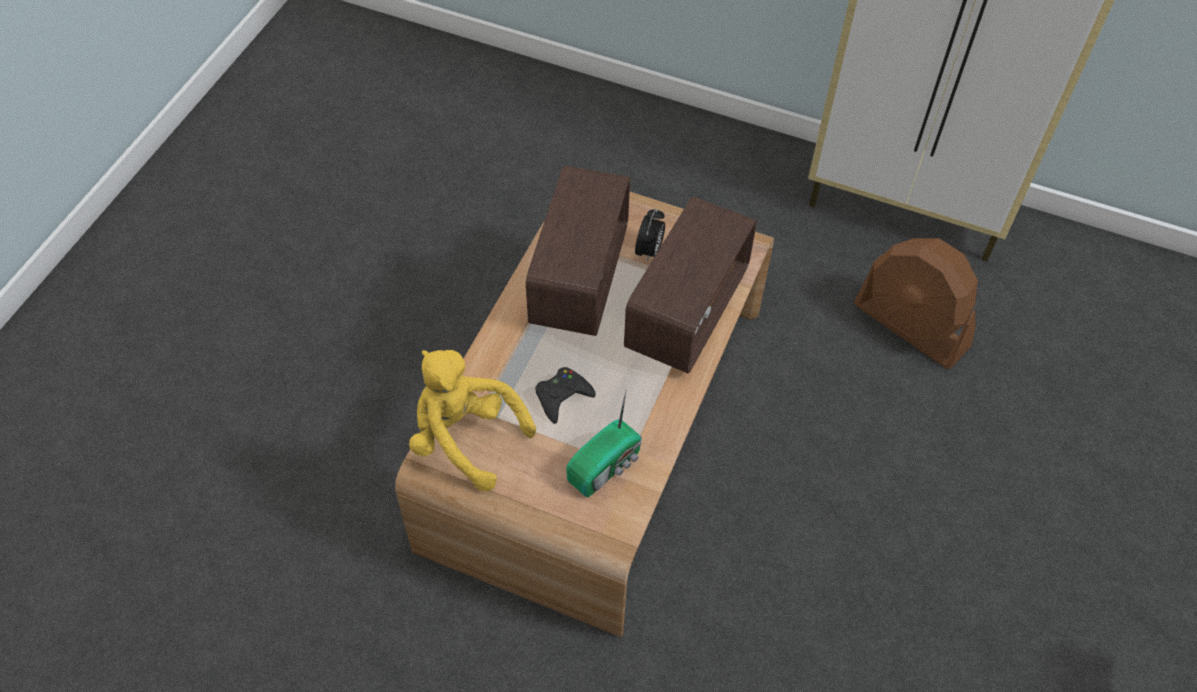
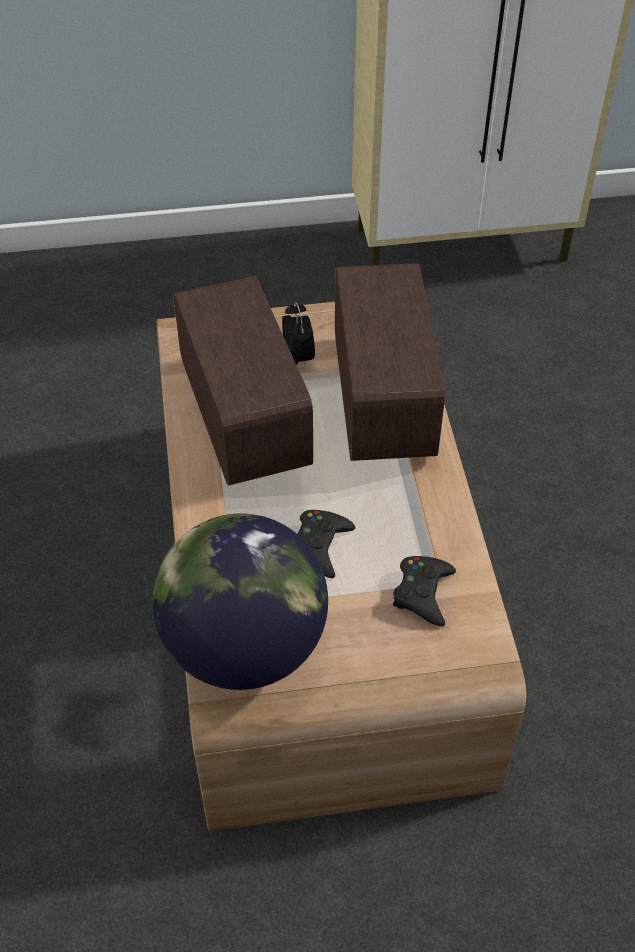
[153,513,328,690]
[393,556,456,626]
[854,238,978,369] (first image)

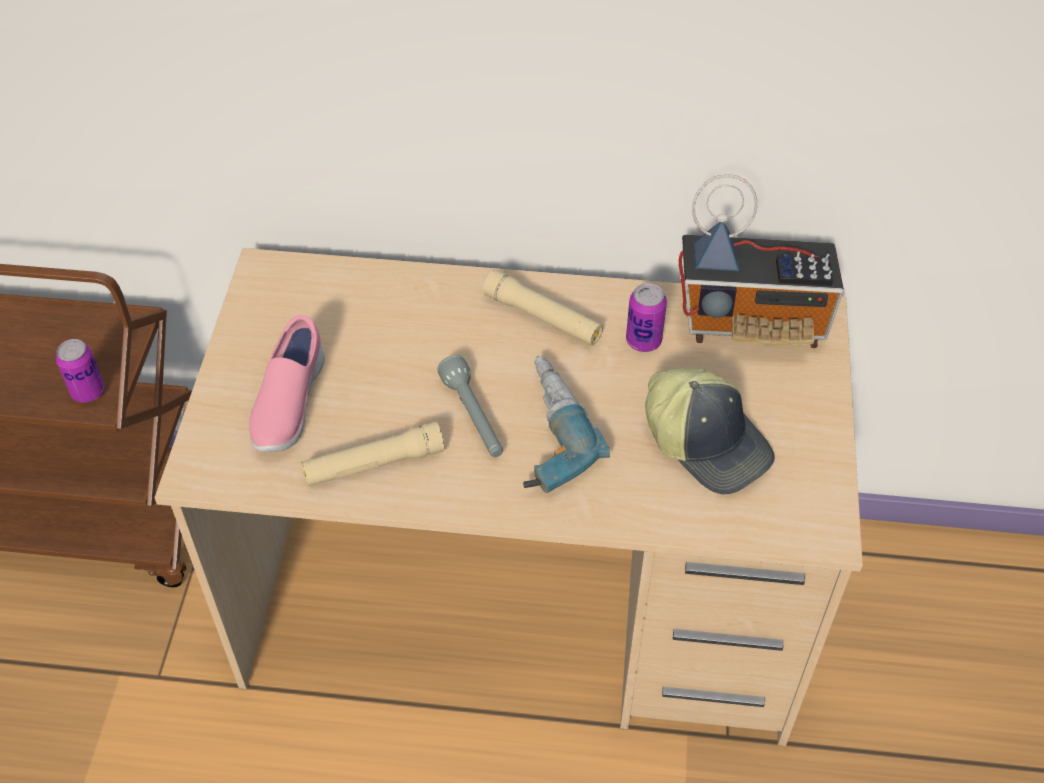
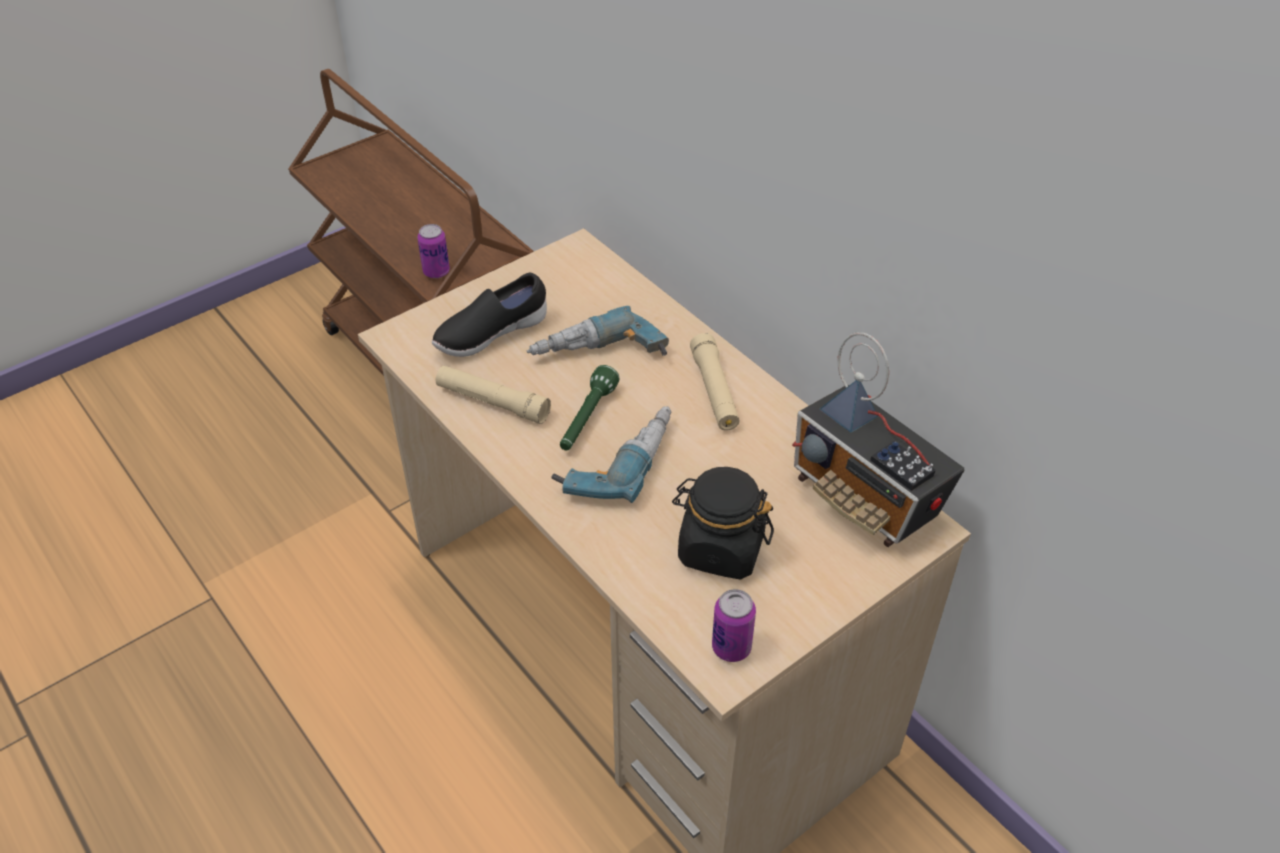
[432,273,547,357]
[527,306,669,356]
[560,365,619,451]
[672,467,774,580]
[712,589,756,662]

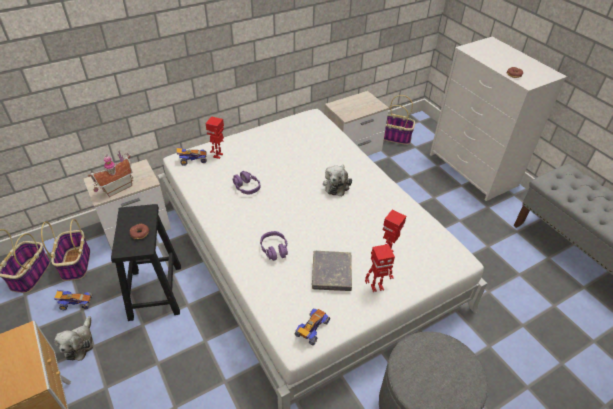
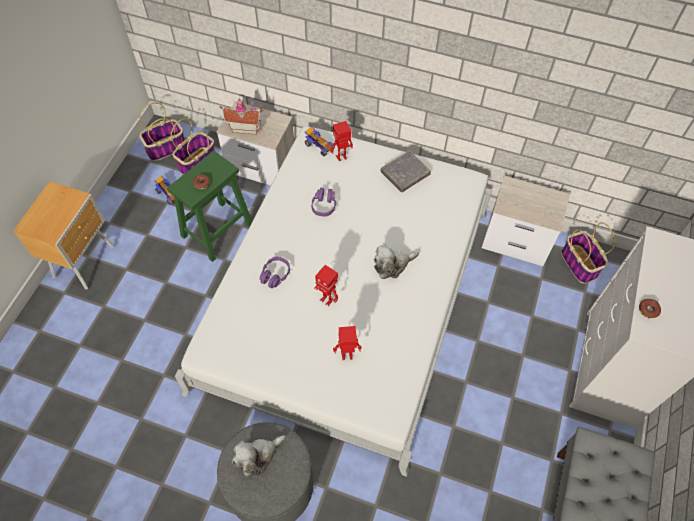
[167,151,252,262]
[232,435,286,477]
[314,265,338,306]
[380,151,431,192]
[295,308,330,345] (first image)

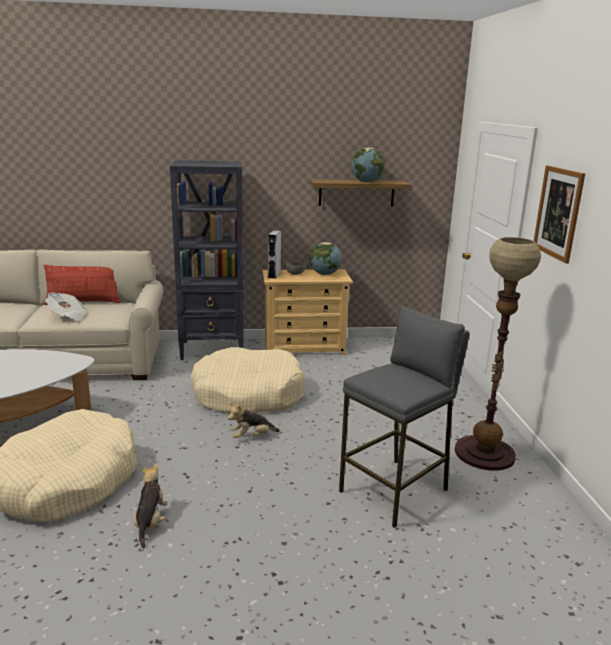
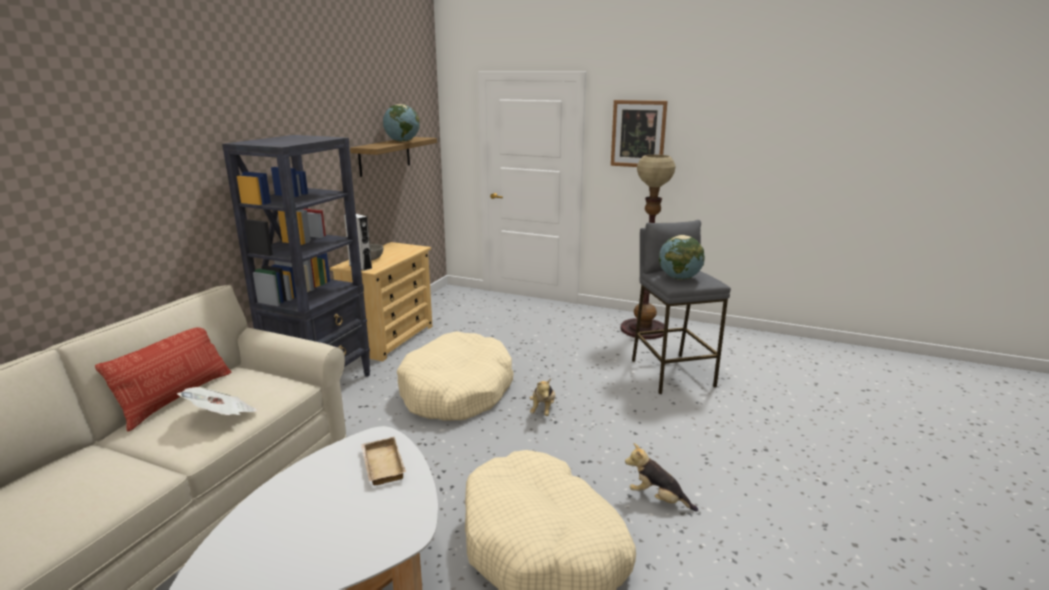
[361,437,406,485]
[659,235,705,280]

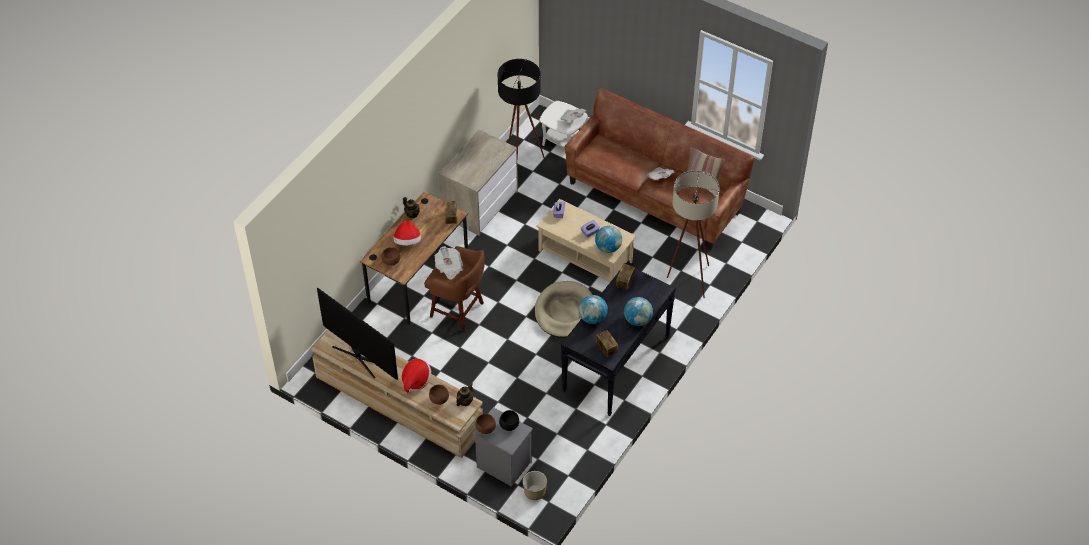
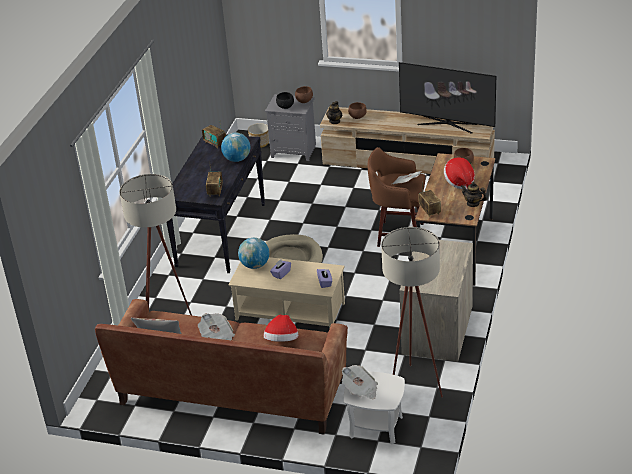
[264,315,298,342]
[381,227,443,398]
[624,297,653,326] (first image)

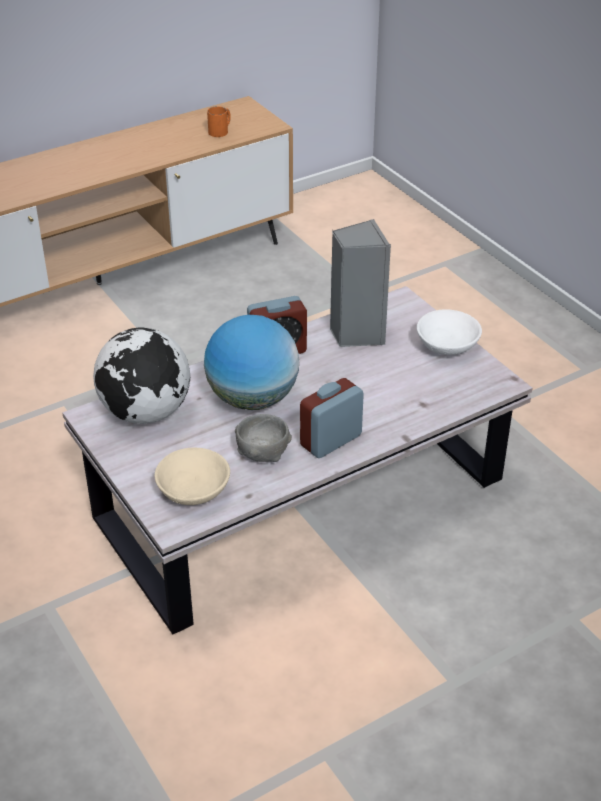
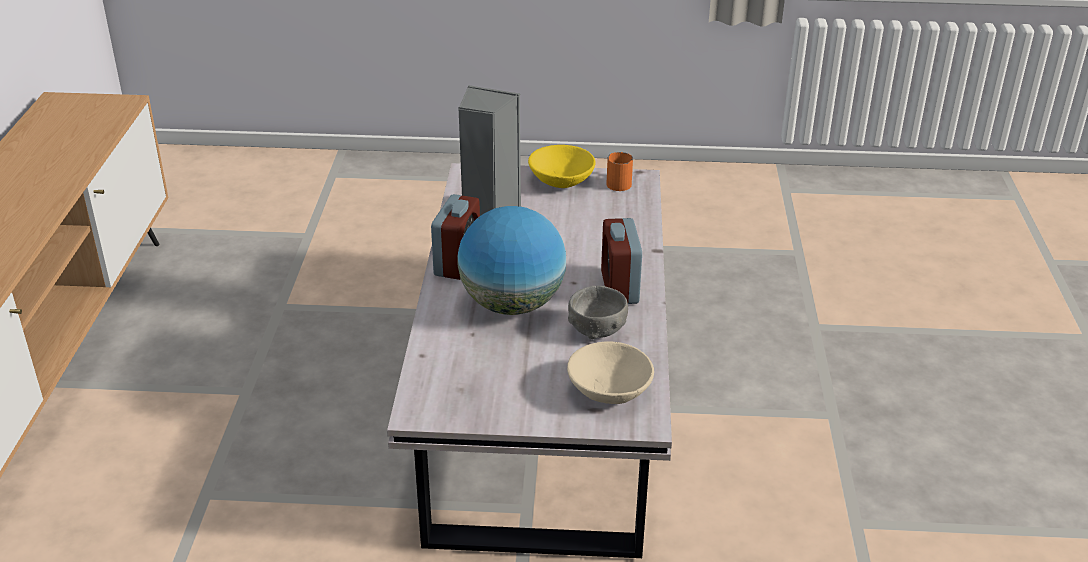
[528,145,596,188]
[607,152,633,191]
[93,328,190,424] (first image)

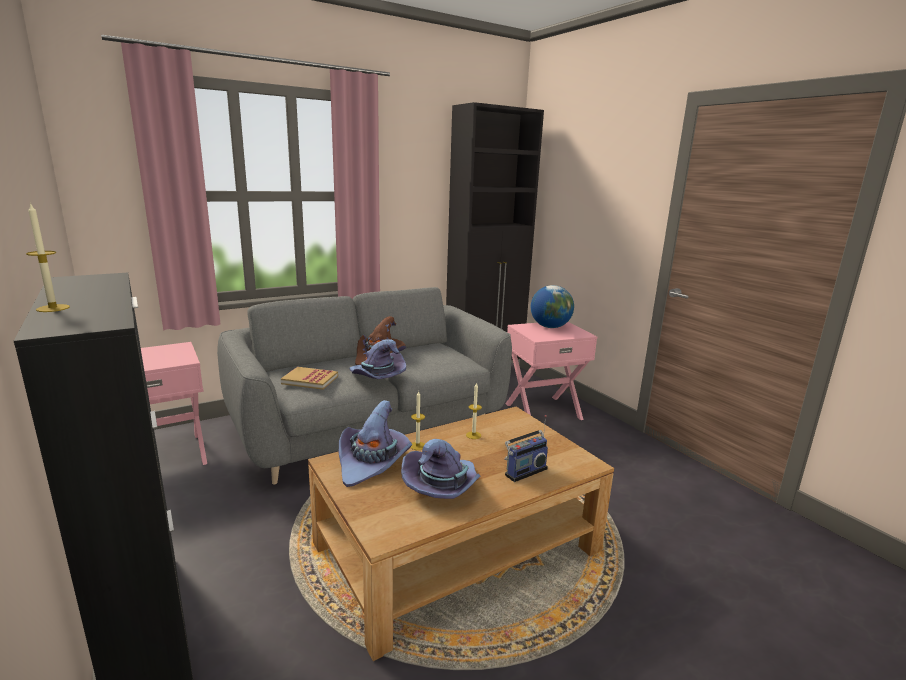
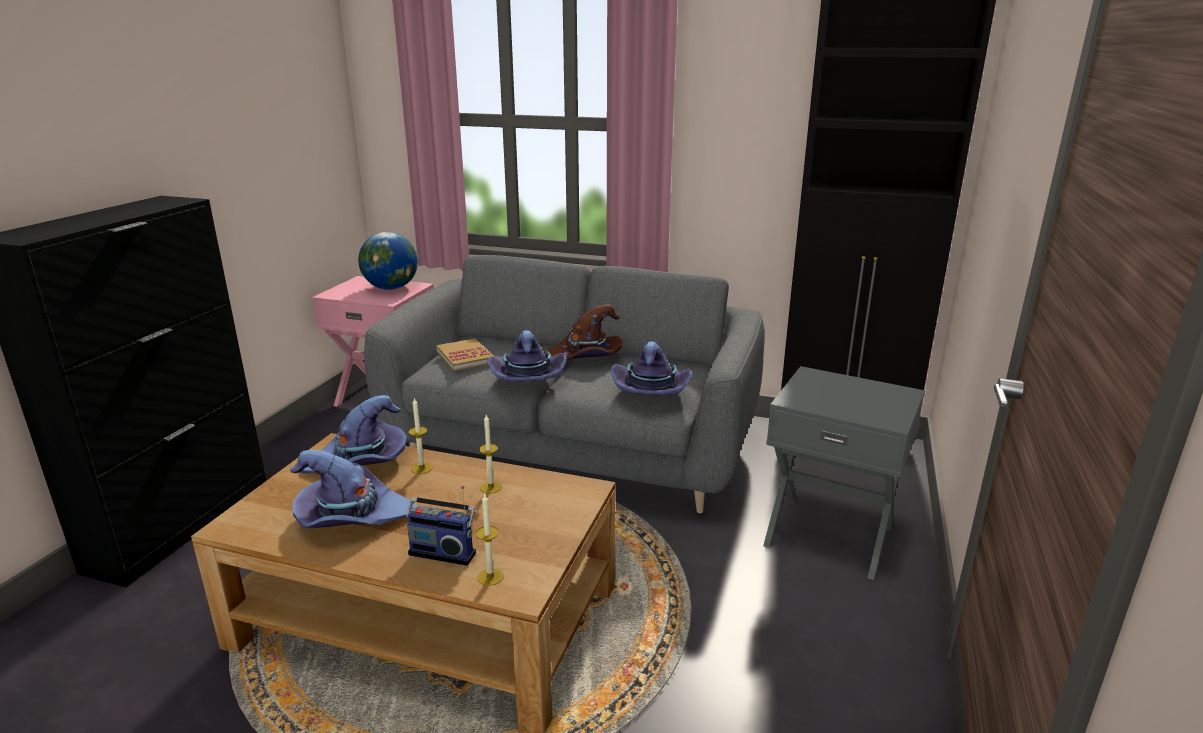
[358,232,418,290]
[476,493,504,586]
[610,341,692,395]
[763,366,925,580]

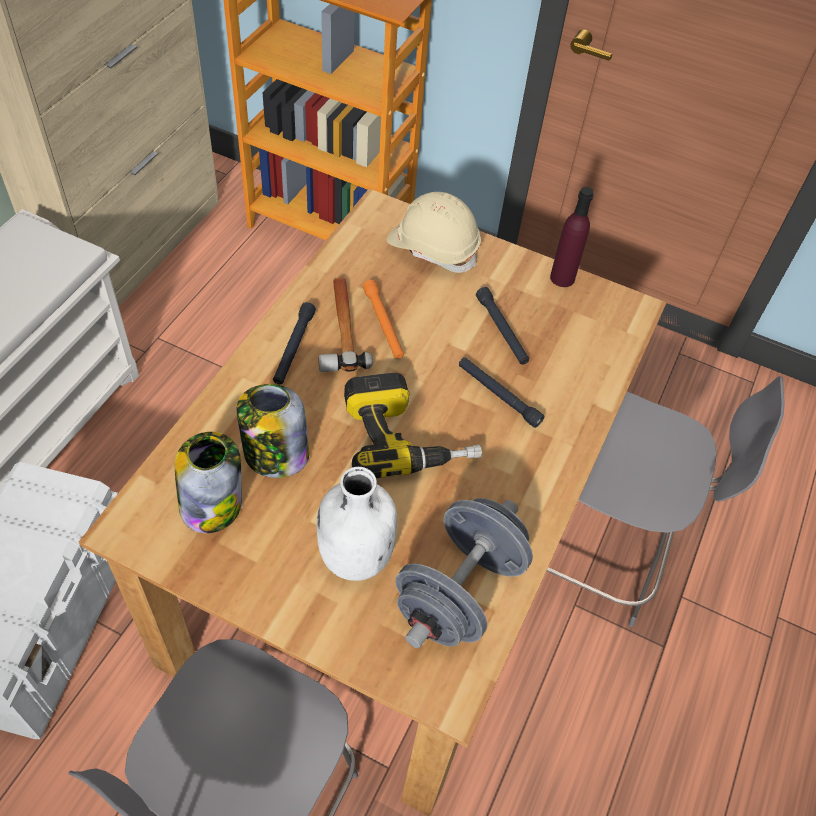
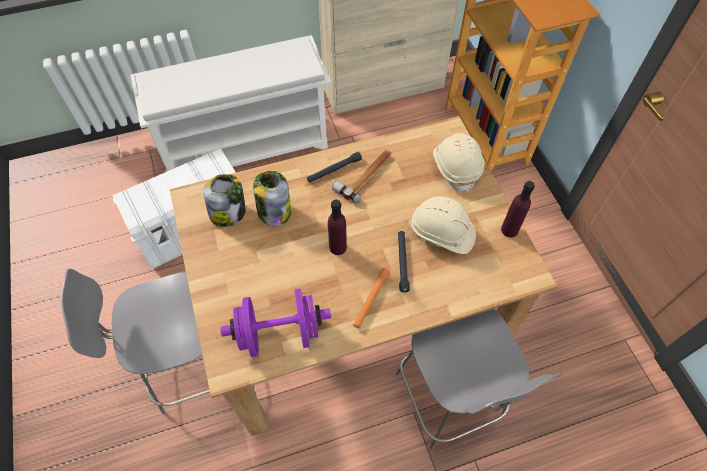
[220,289,331,357]
[328,200,347,255]
[353,268,390,328]
[410,196,476,254]
[317,467,397,581] (first image)

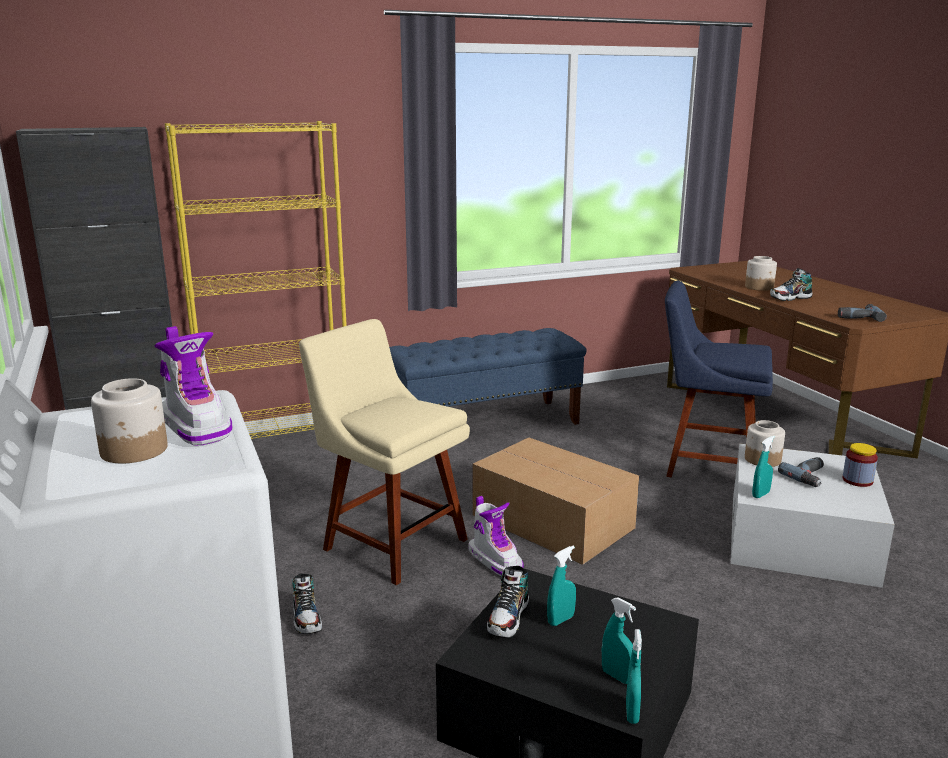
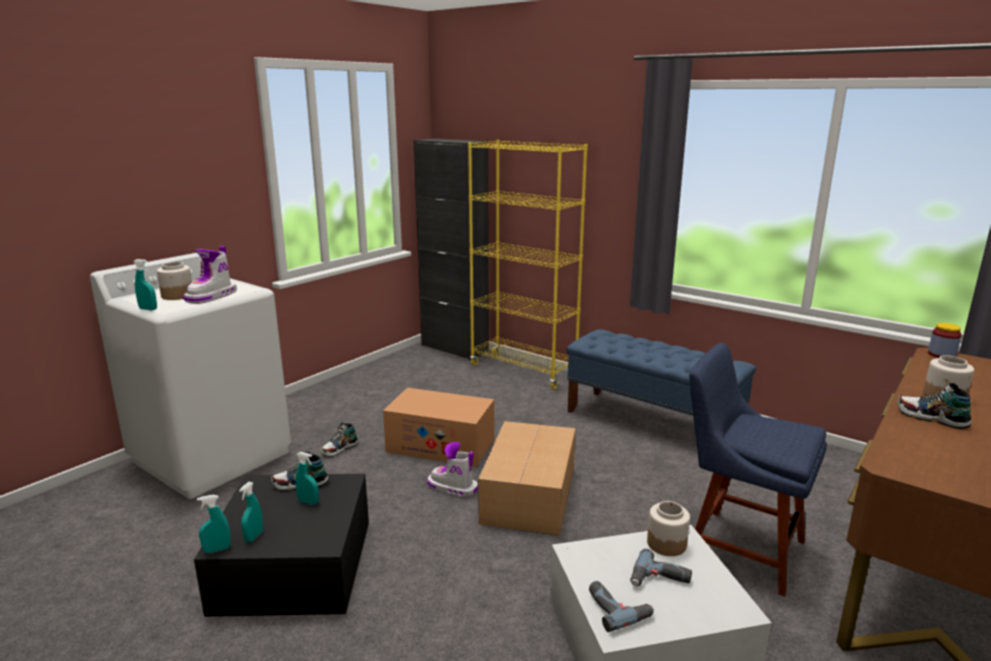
[133,259,157,310]
[383,388,494,467]
[427,442,478,497]
[589,581,654,632]
[689,343,827,597]
[928,323,962,358]

